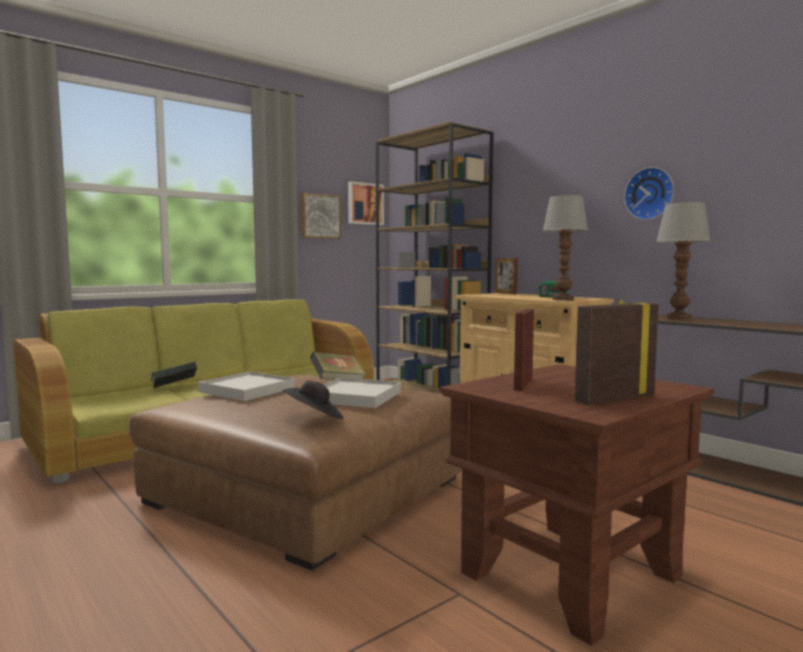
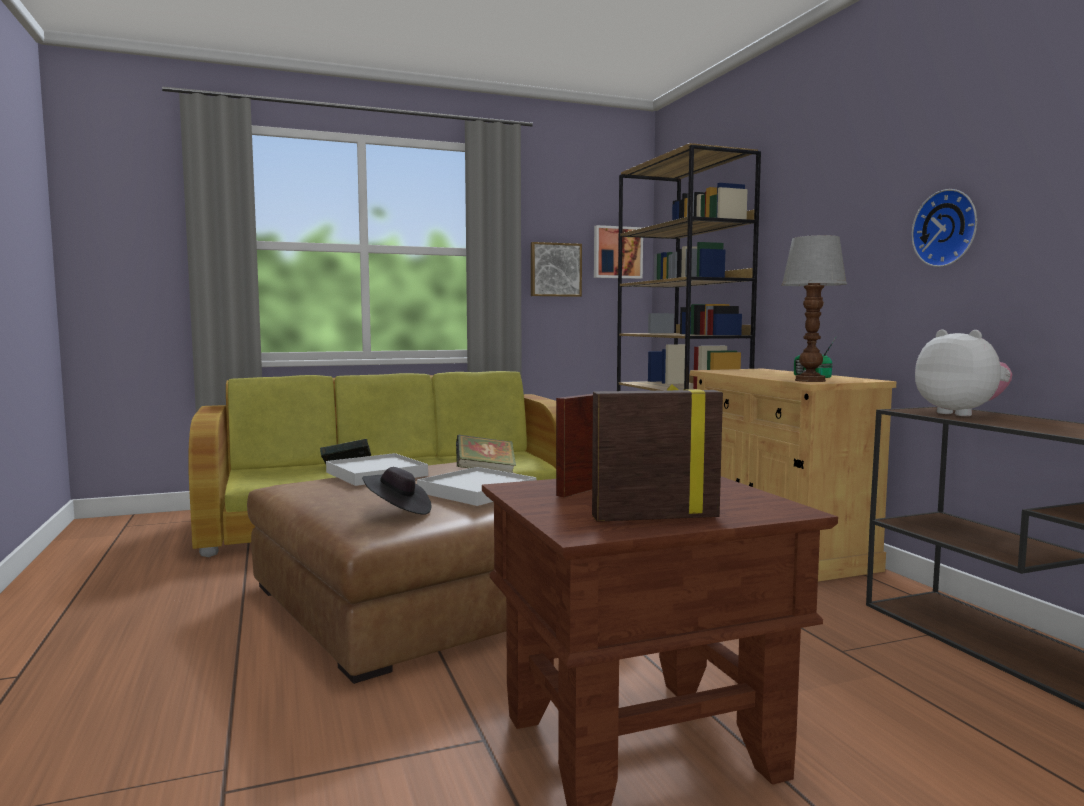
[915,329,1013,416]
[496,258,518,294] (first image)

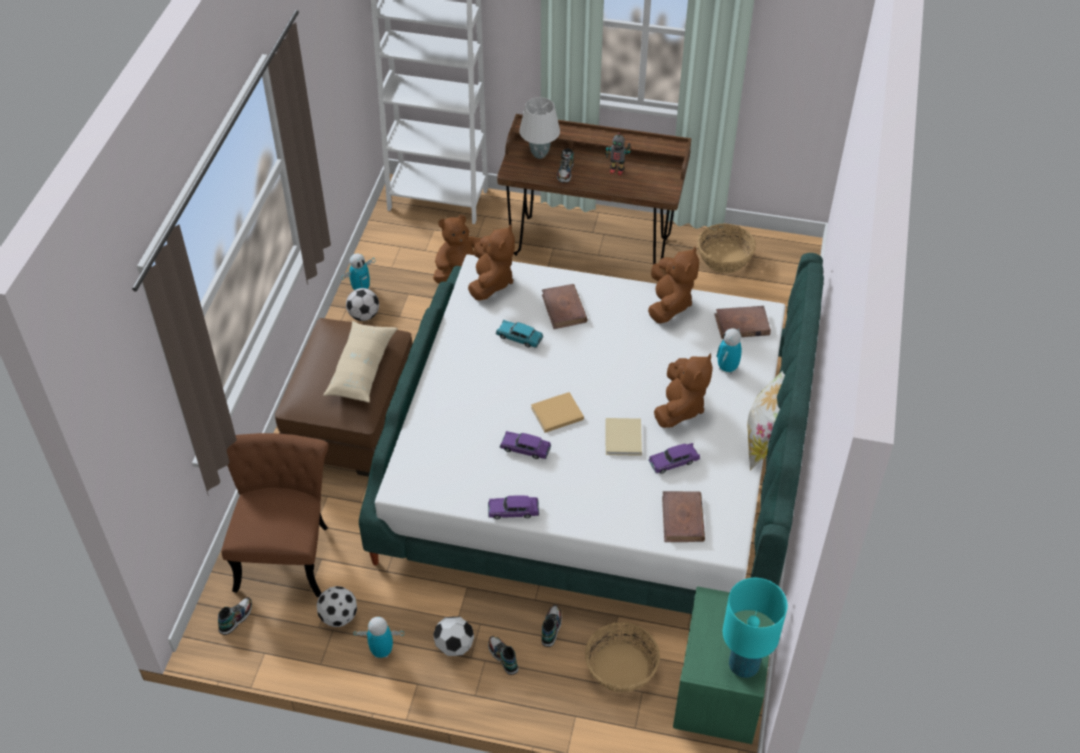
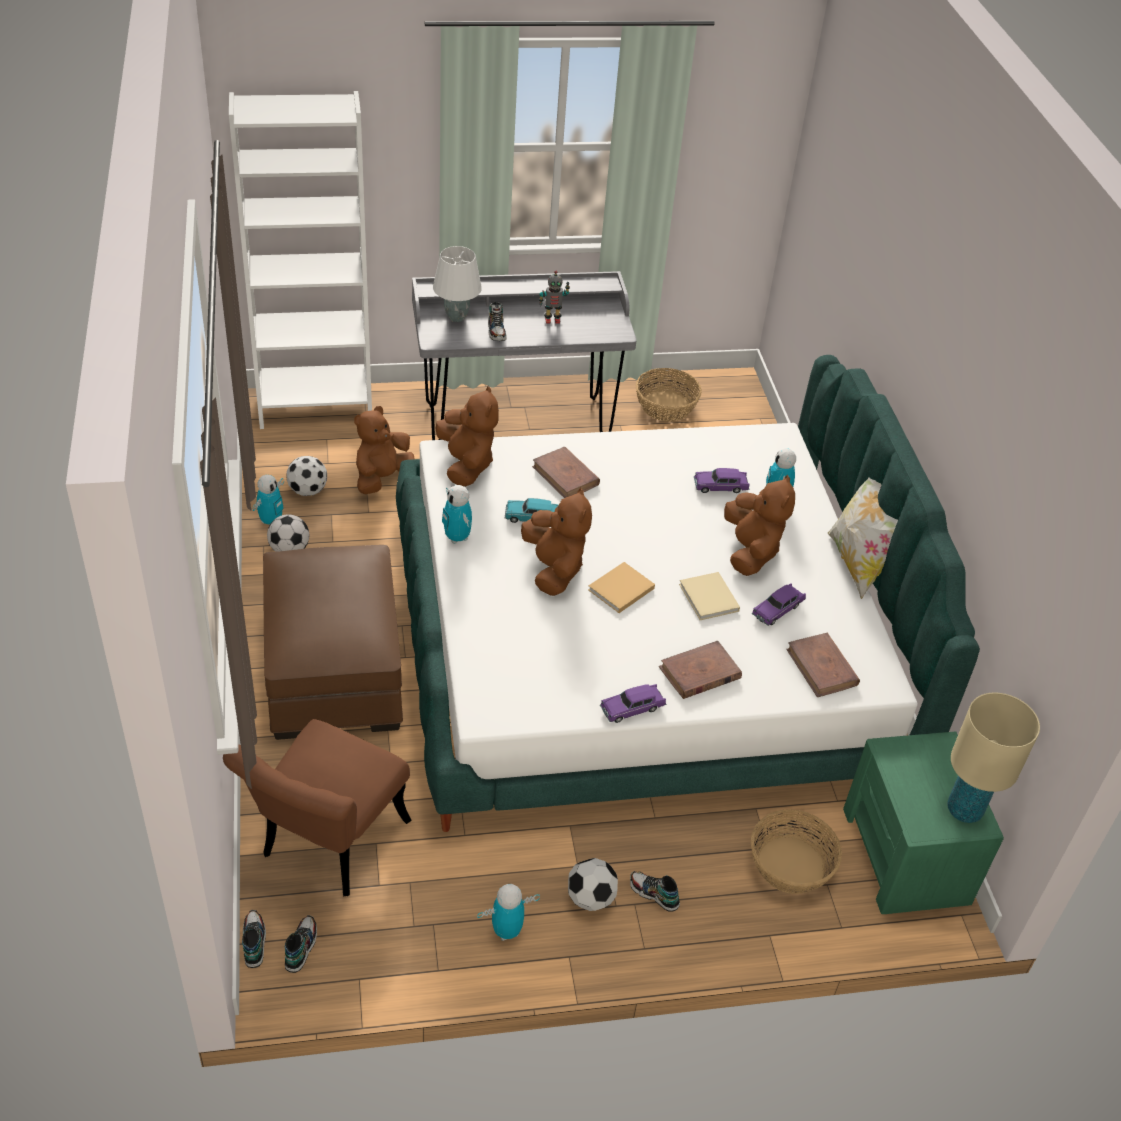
[223,719,412,896]
[242,910,266,968]
[286,456,327,496]
[412,271,637,440]
[442,485,472,544]
[521,488,592,596]
[659,641,742,699]
[694,468,749,493]
[947,692,1040,823]
[323,321,398,403] (first image)

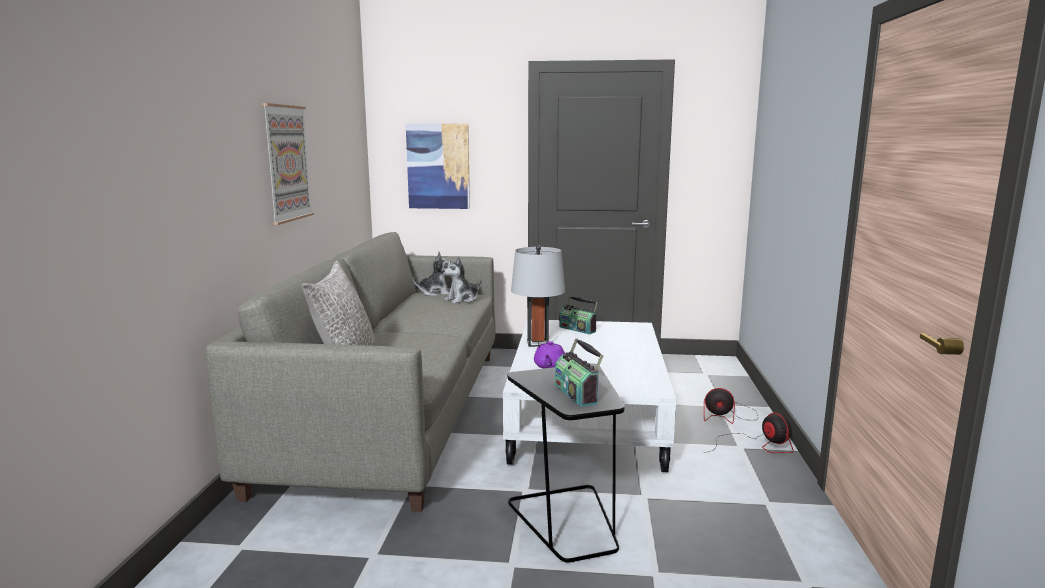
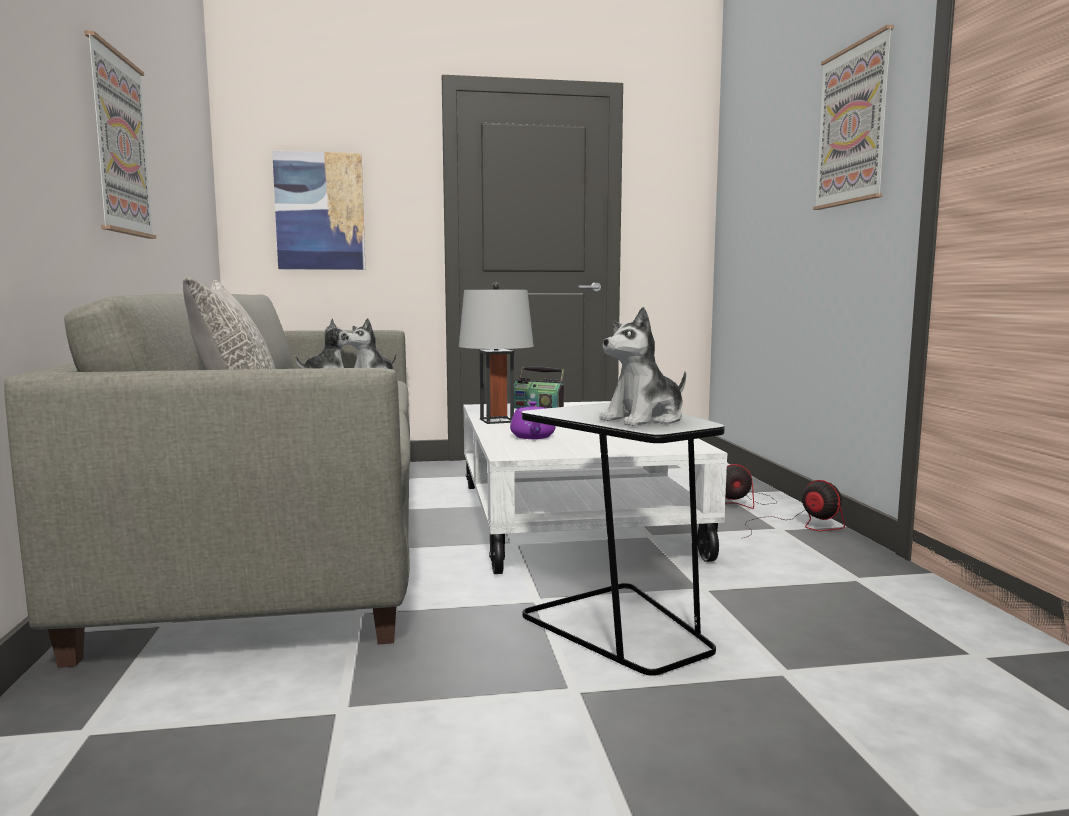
[599,307,686,426]
[813,25,894,210]

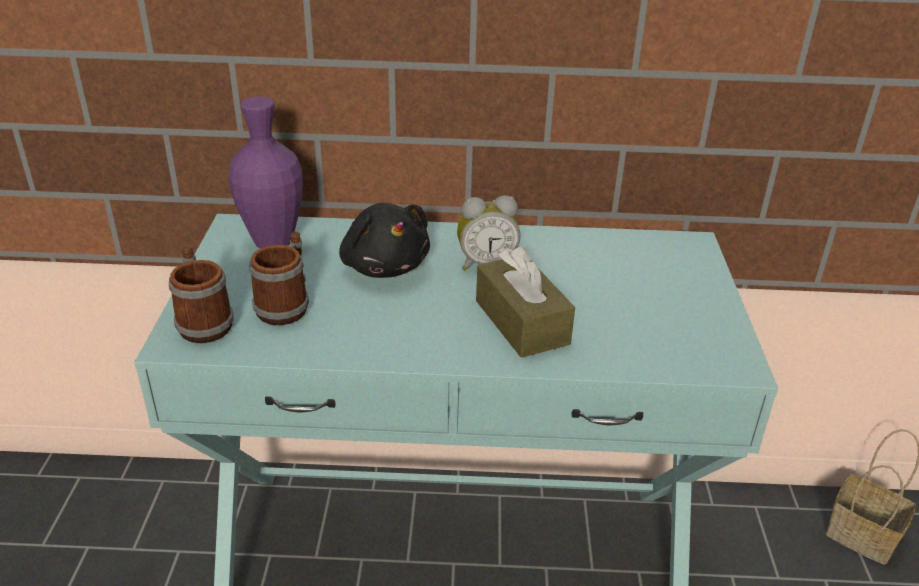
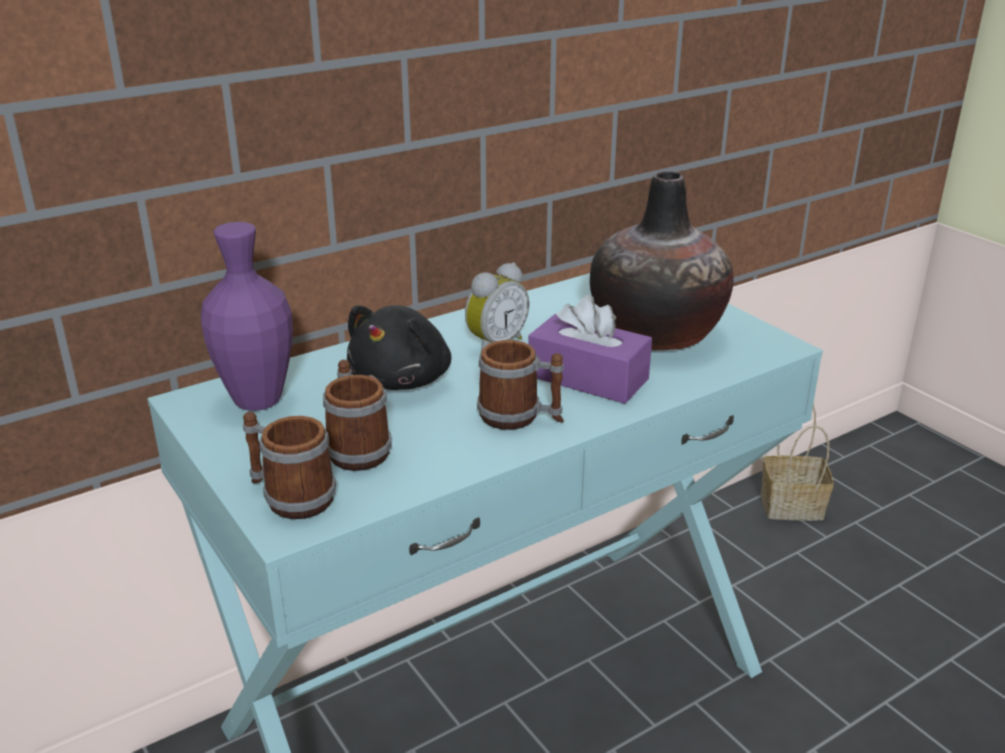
[347,305,451,390]
[477,340,564,430]
[528,295,652,404]
[590,171,734,350]

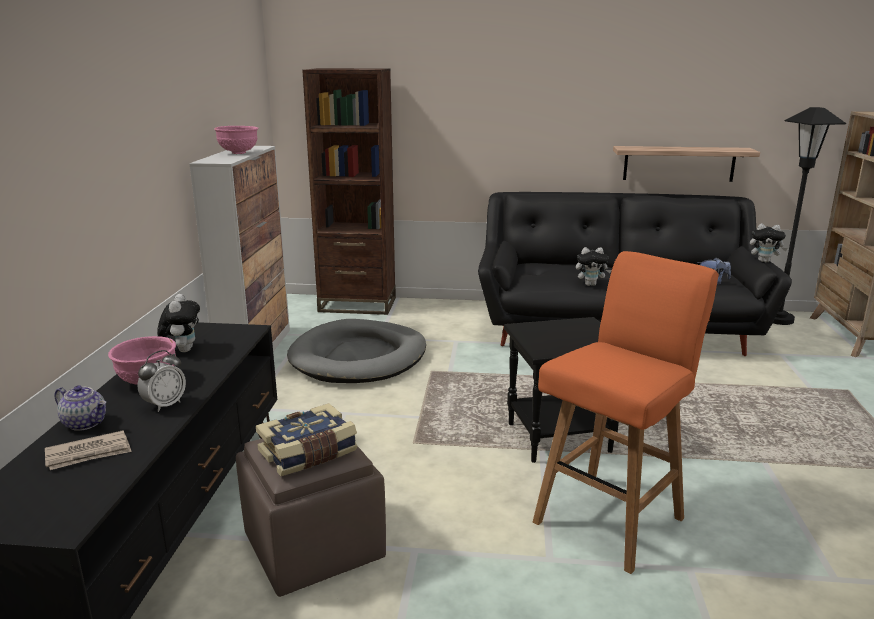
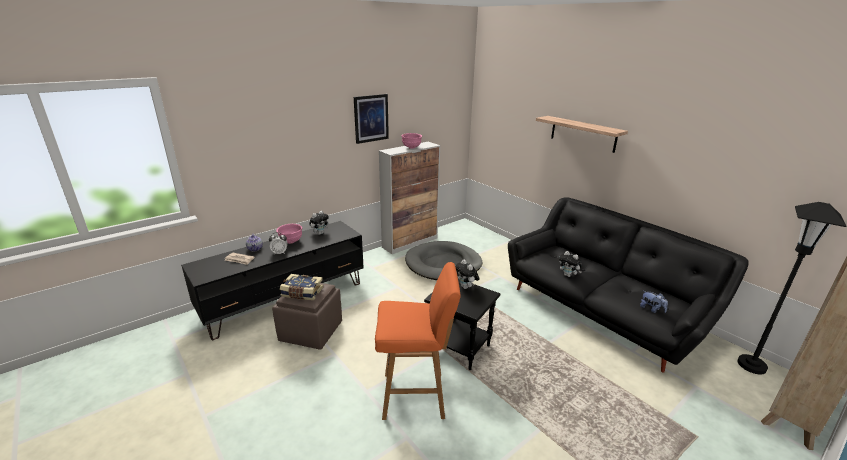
[354,94,389,144]
[455,259,480,289]
[536,116,628,153]
[302,68,396,315] (first image)

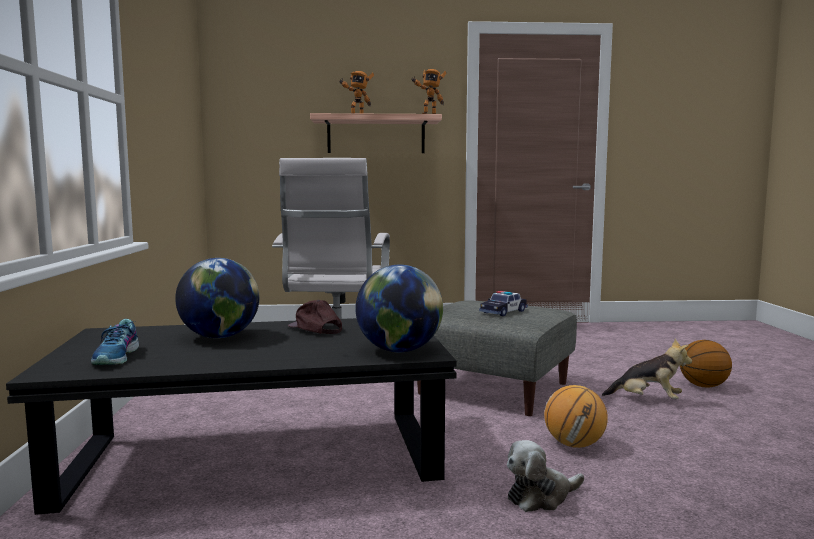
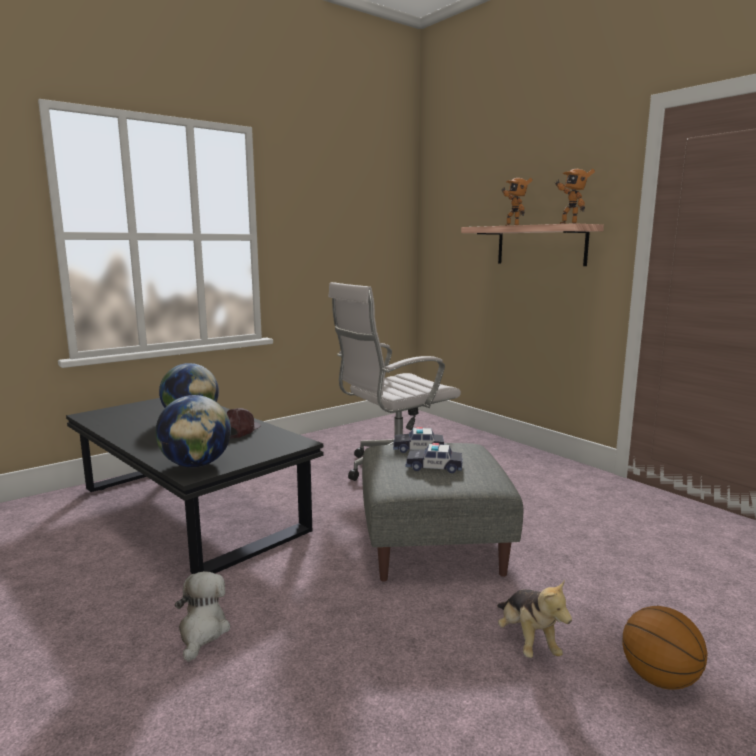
[175,571,230,662]
[393,427,444,453]
[91,319,139,365] (first image)
[544,385,608,448] (first image)

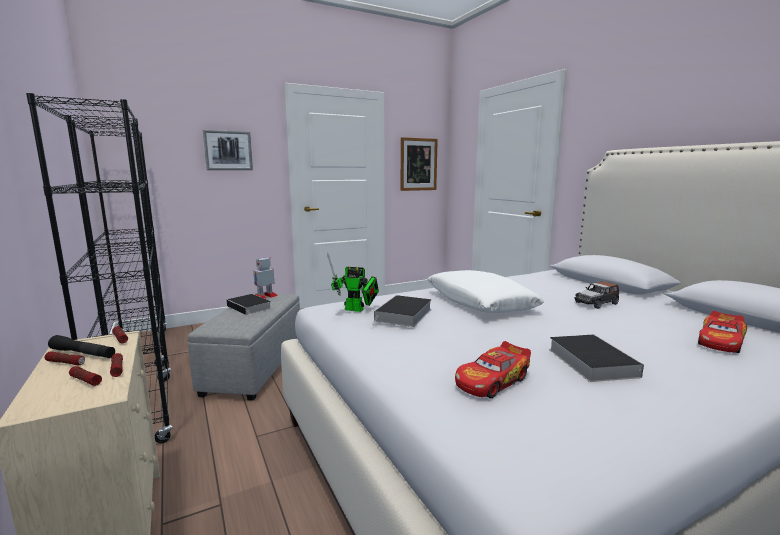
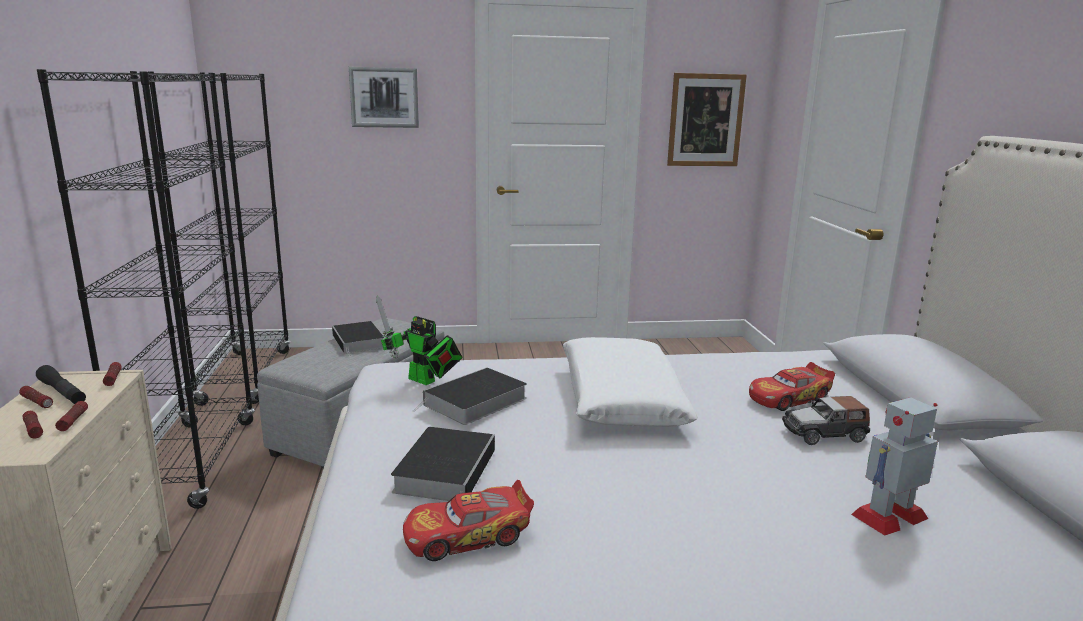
[391,427,495,501]
[749,362,835,411]
[851,397,938,536]

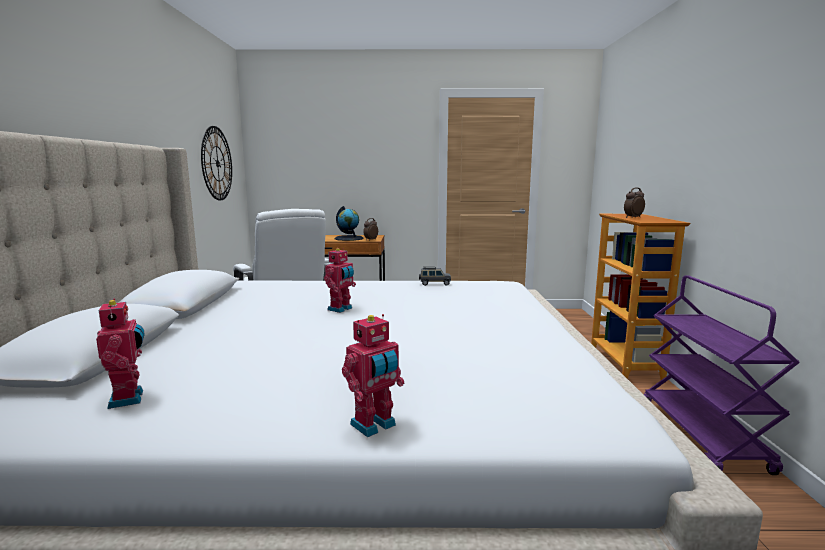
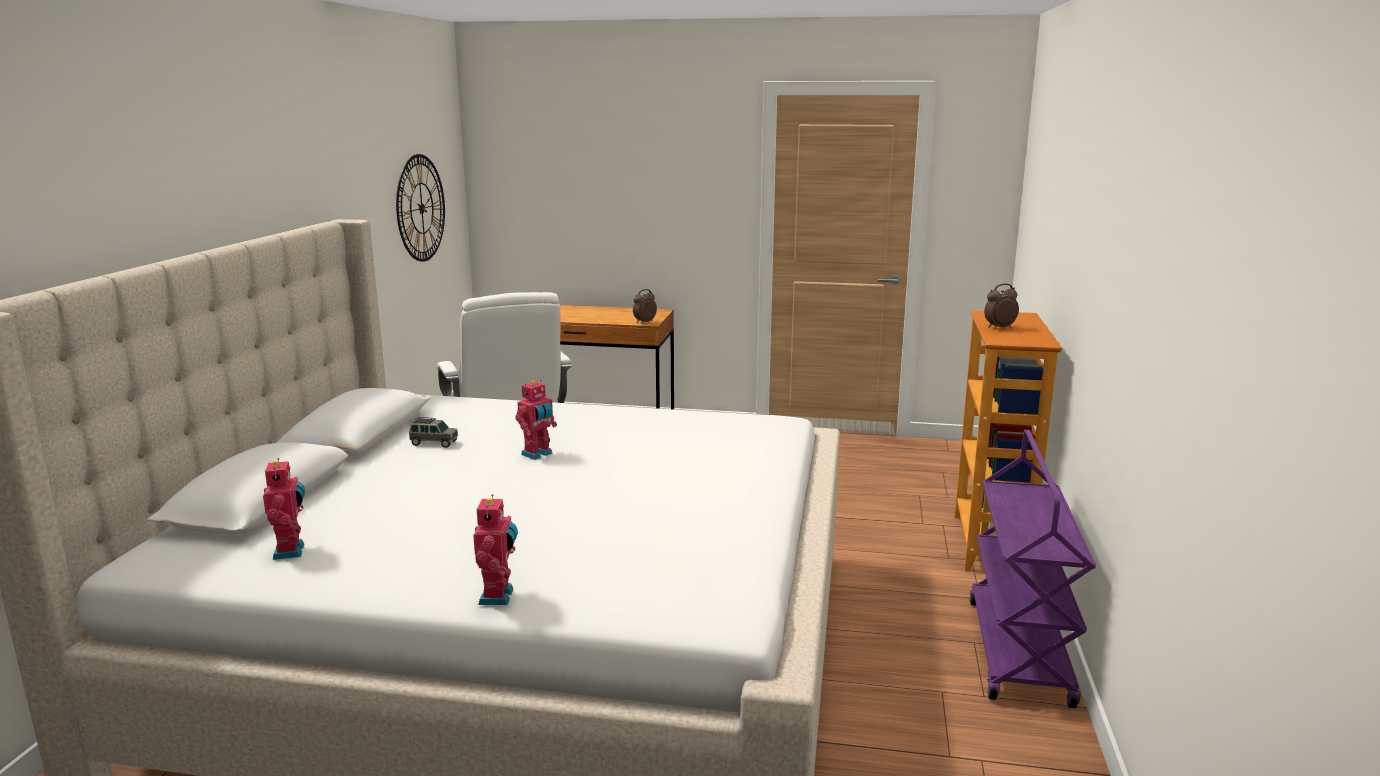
[409,417,458,448]
[473,494,518,605]
[335,206,364,241] (first image)

